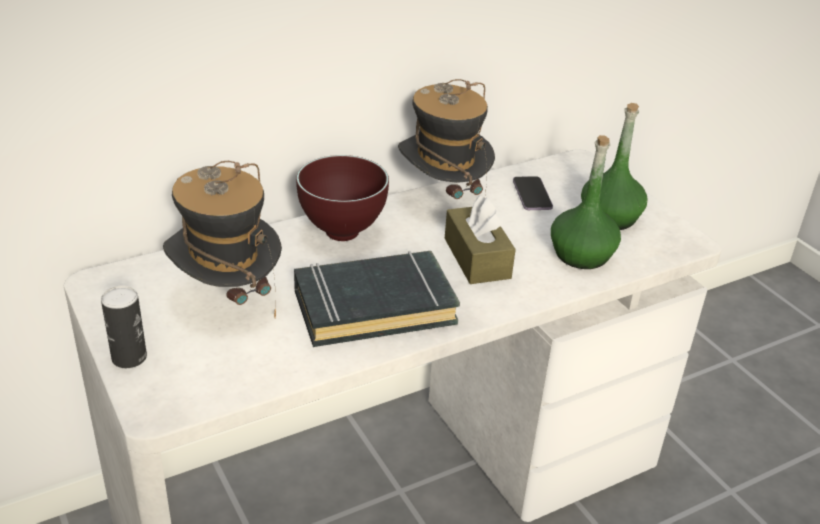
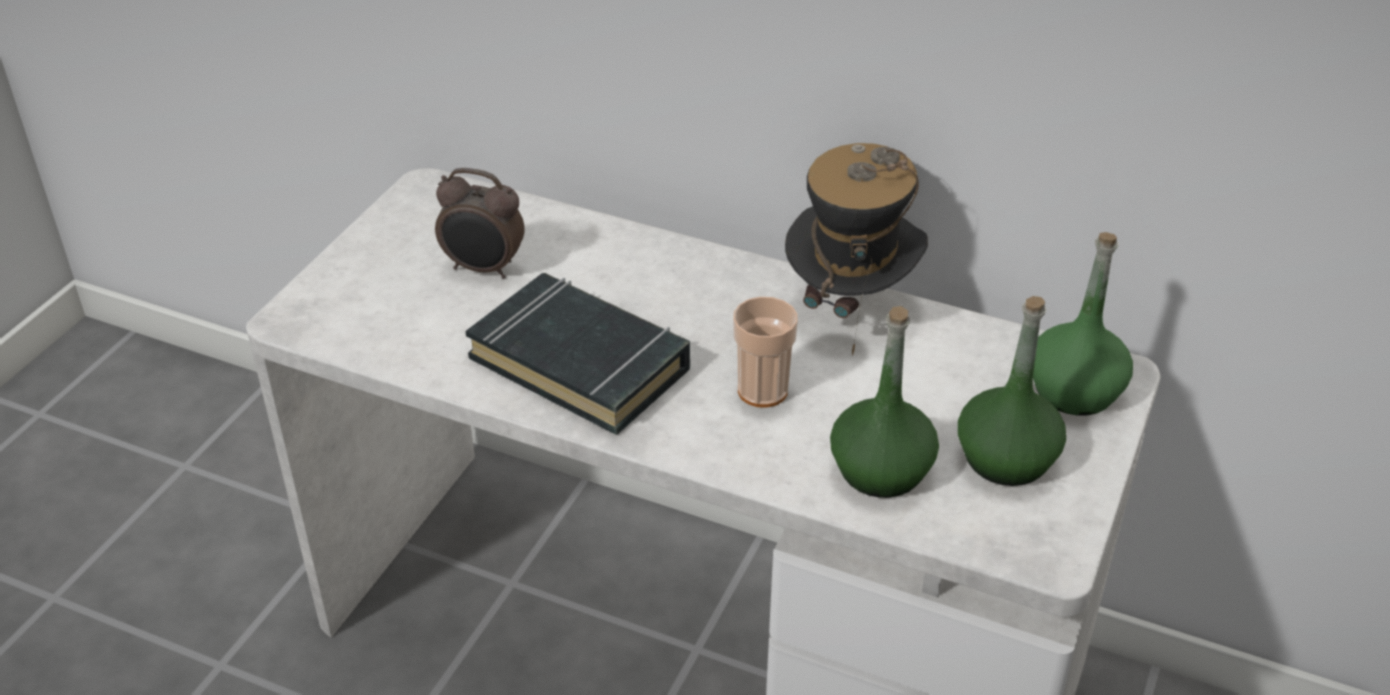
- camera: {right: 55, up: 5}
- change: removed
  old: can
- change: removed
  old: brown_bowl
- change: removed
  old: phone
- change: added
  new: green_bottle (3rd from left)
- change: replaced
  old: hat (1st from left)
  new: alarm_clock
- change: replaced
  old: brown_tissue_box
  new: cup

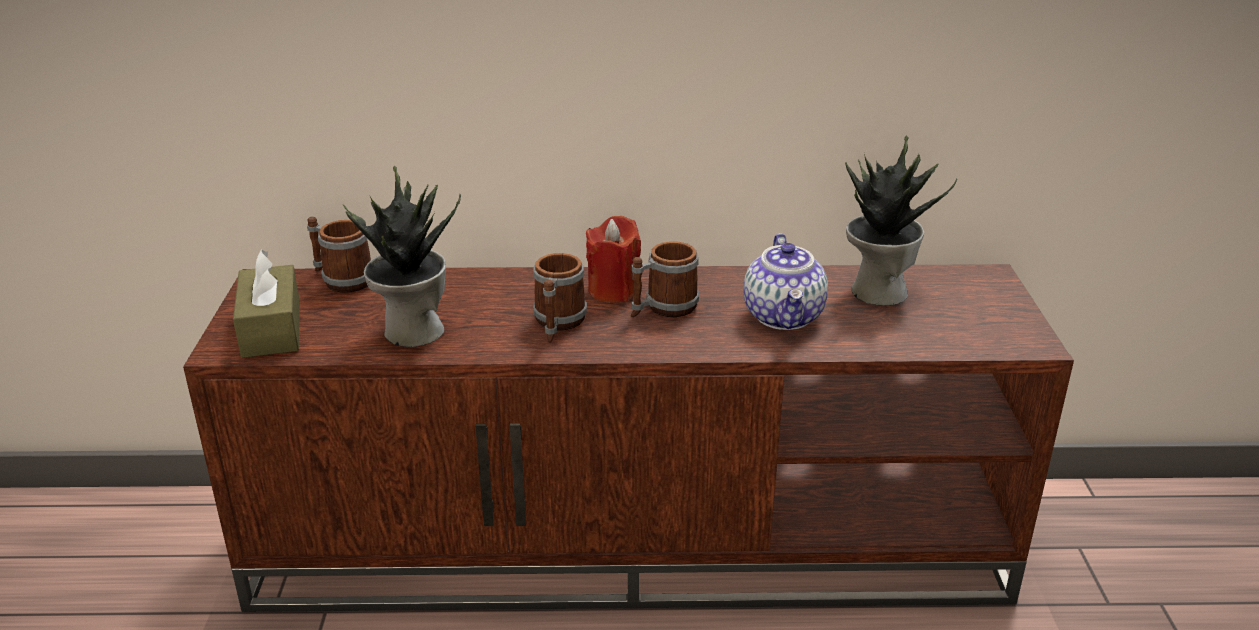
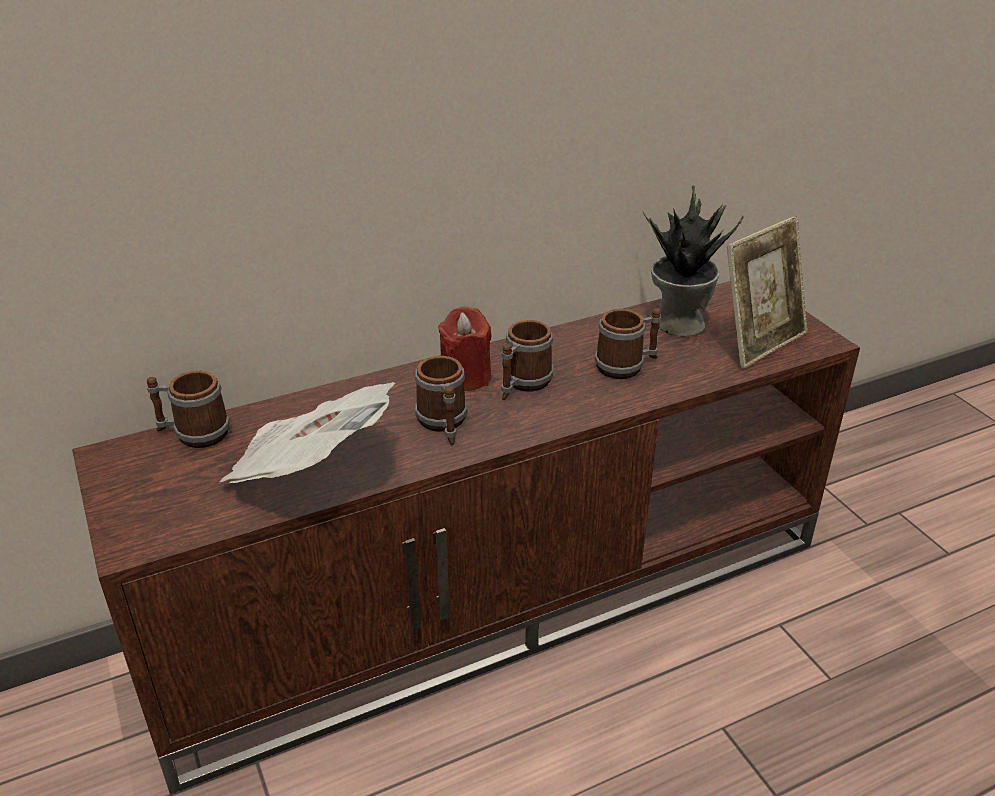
- camera: {right: -25, up: 5}
- change: removed
  old: brown_tissue_box
- change: added
  new: picture_frame
- change: replaced
  old: potted_plant (1st from left)
  new: newspaper
- change: replaced
  old: teapot
  new: mug (4th from left)

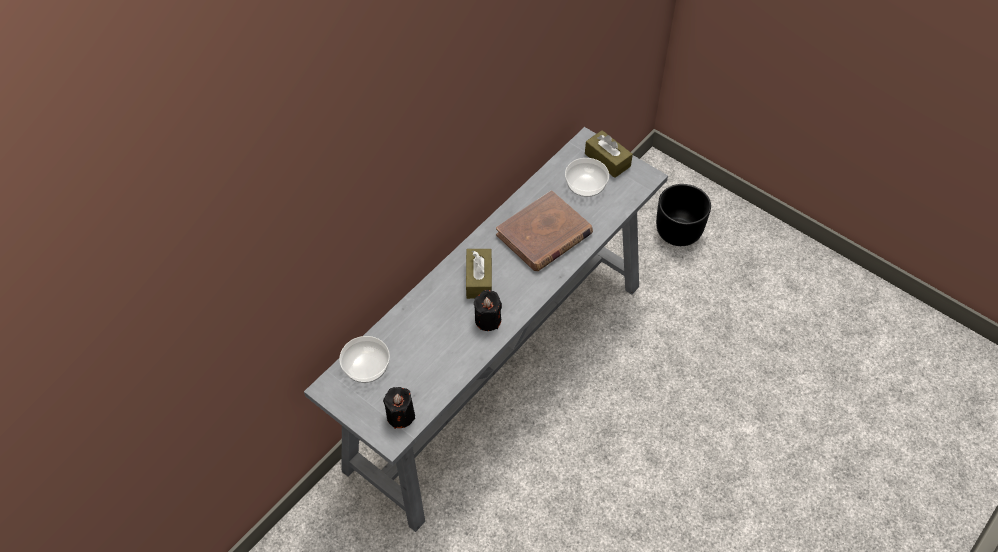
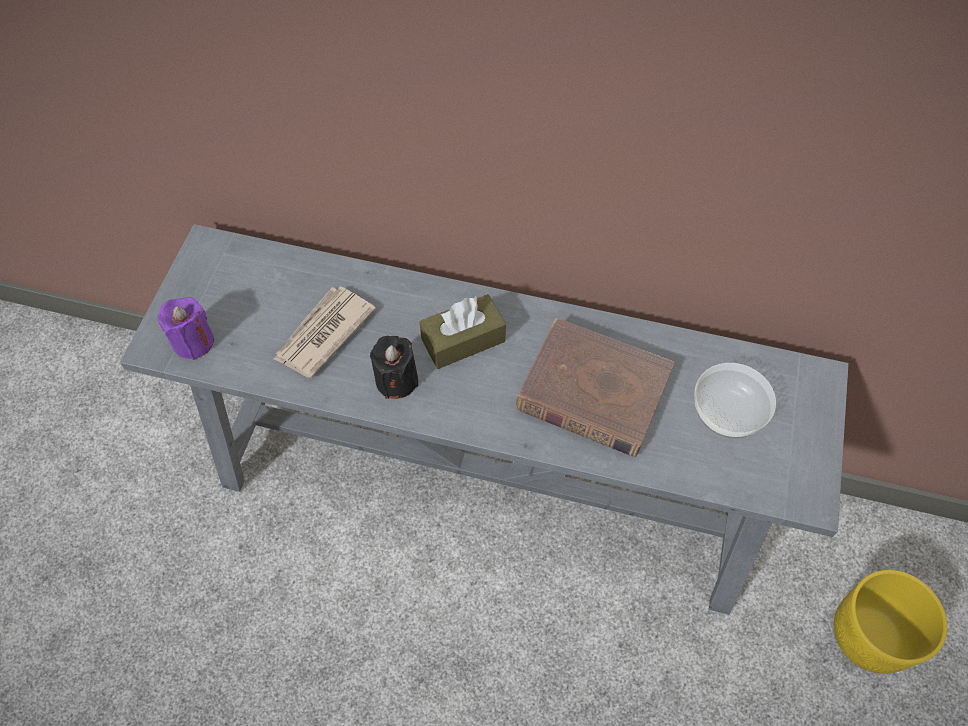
- camera: {right: 65, up: 5}
- change: removed
  old: bowl (1st from left)
- change: removed
  old: brown_tissue_box (2nd from left)
- change: added
  new: newspaper
- change: recoloured
  old: black_candle (1st from left)
  new: purple_candle
- change: recoloured
  old: black_planter
  new: yellow_planter

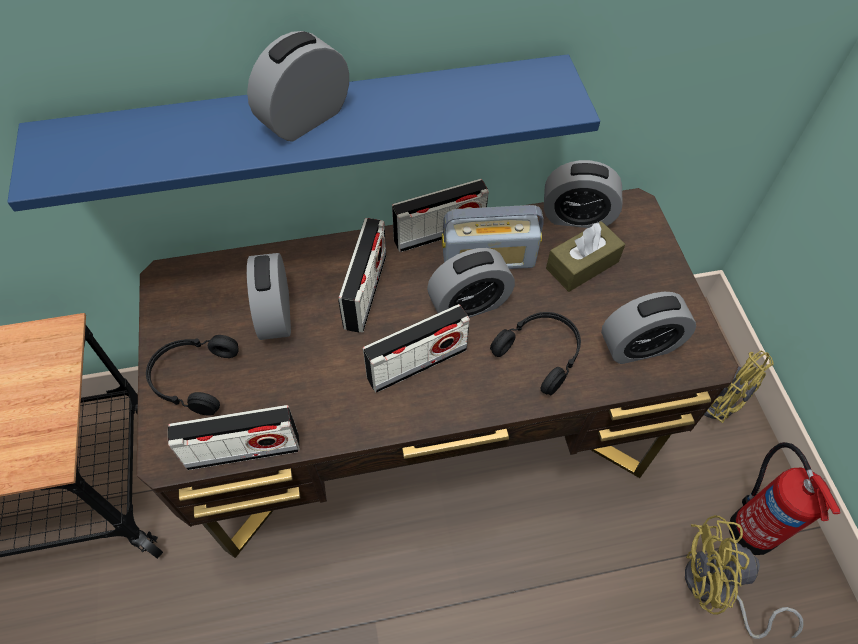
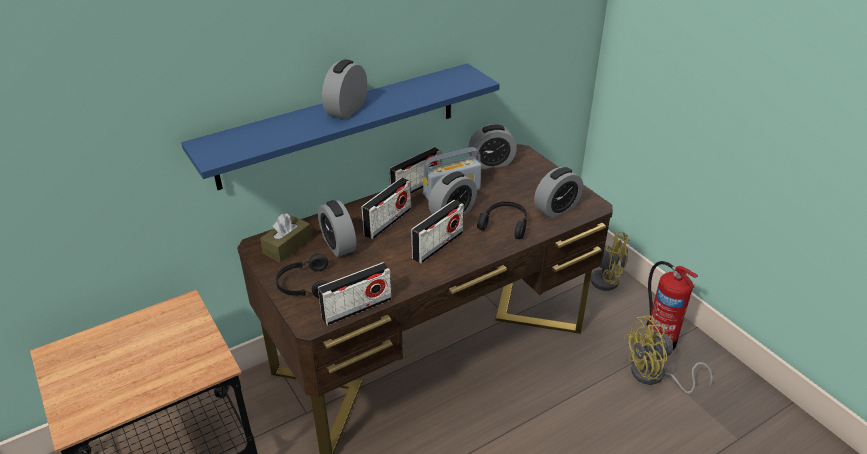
- camera: {right: -20, up: -20}
- change: moved
  old: brown_tissue_box
- change: turned
  old: radio (2nd from left)
  degrees: 45

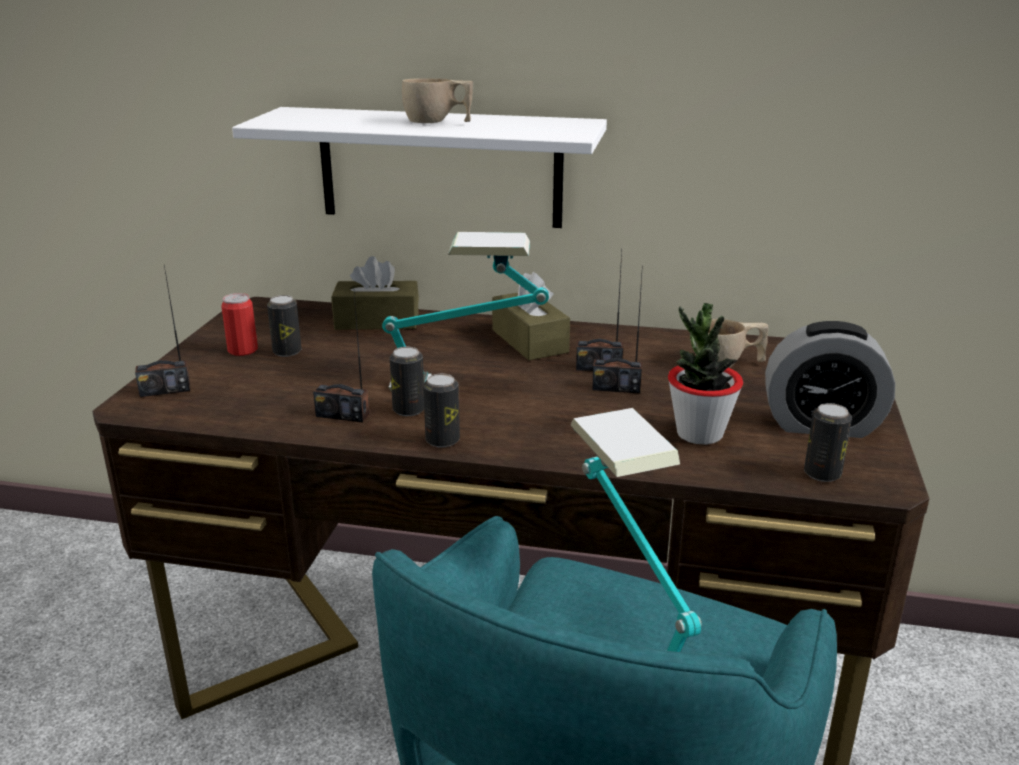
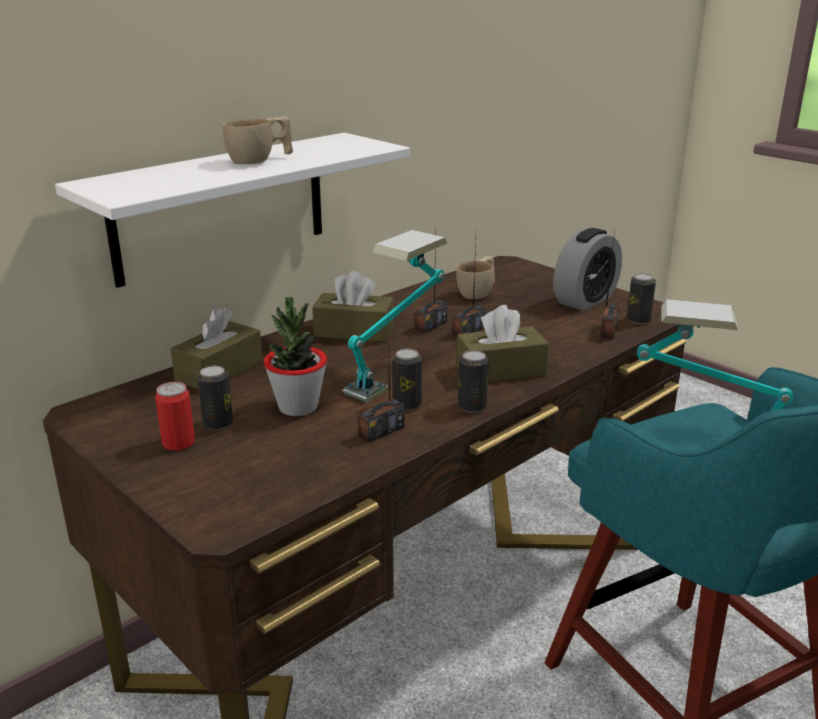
- camera: {right: -55, up: 0}
- change: added
  new: brown_tissue_box (3rd from left)
- change: moved
  old: radio (1st from left in the first image)
  new: radio (4th from left)
- change: moved
  old: potted_plant

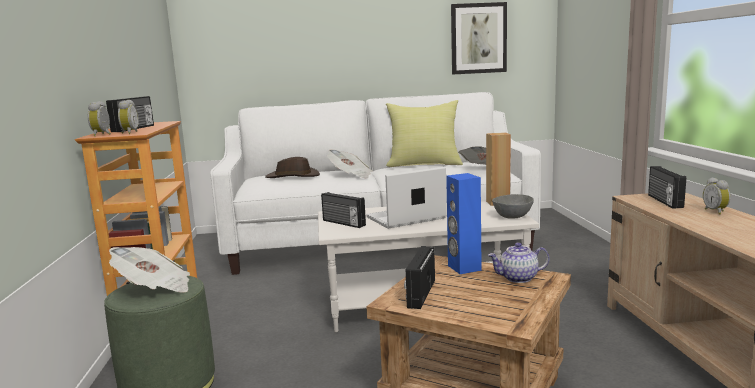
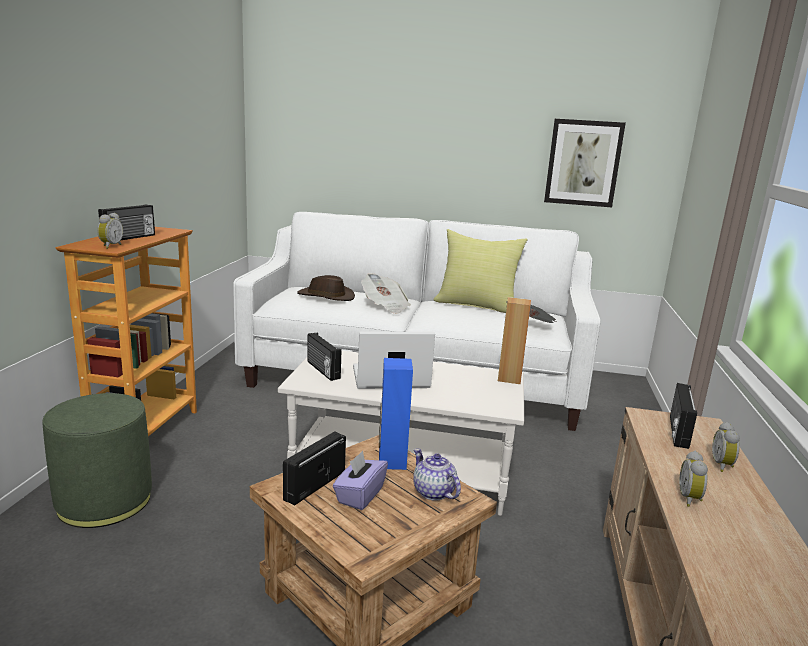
- camera: {right: 15, up: 5}
- change: removed
  old: newspaper (1st from left)
- change: removed
  old: grey_bowl
- change: added
  new: purple_tissue_box
- change: moved
  old: alarm_clock (1st from left in the first image)
  new: alarm_clock (2nd from left)
- change: turned
  old: teapot
  degrees: 45

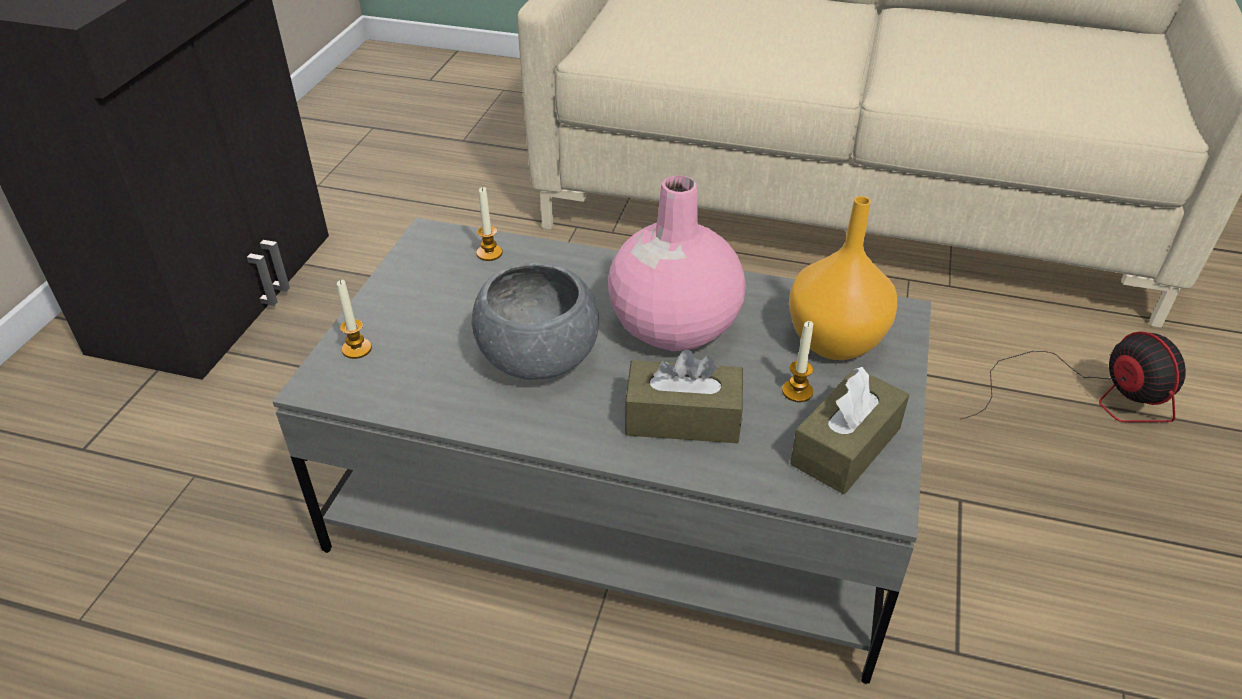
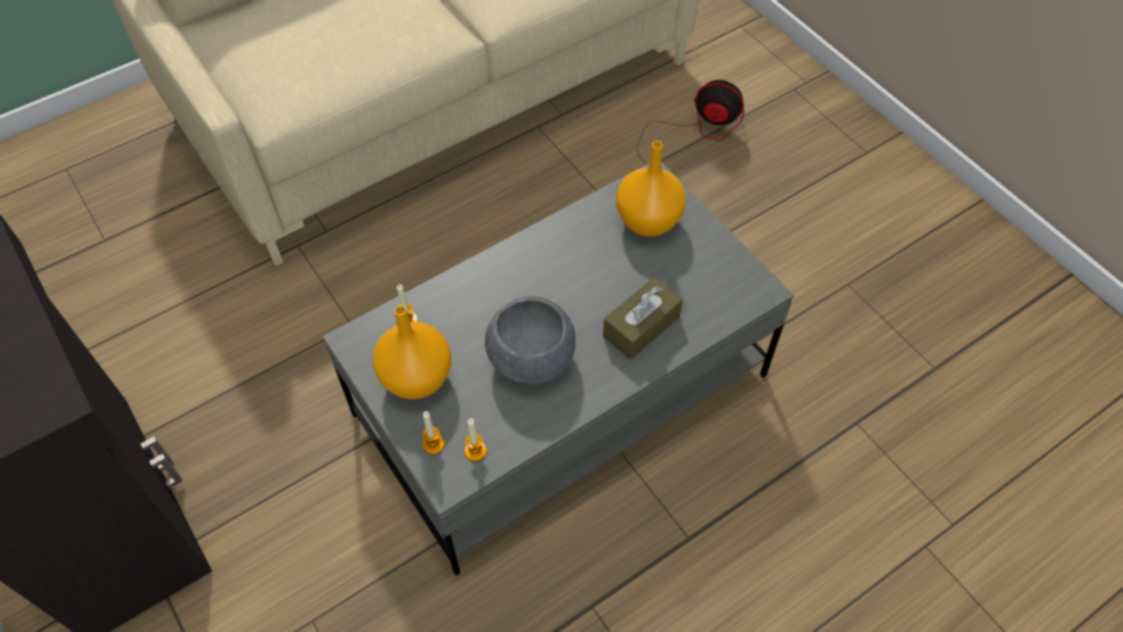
- camera: {right: -50, up: 15}
- change: removed
  old: pink_vase
- change: removed
  old: brown_tissue_box (2nd from left)
- change: added
  new: orange_vase (1st from left)
- change: moved
  old: candle (3rd from left)

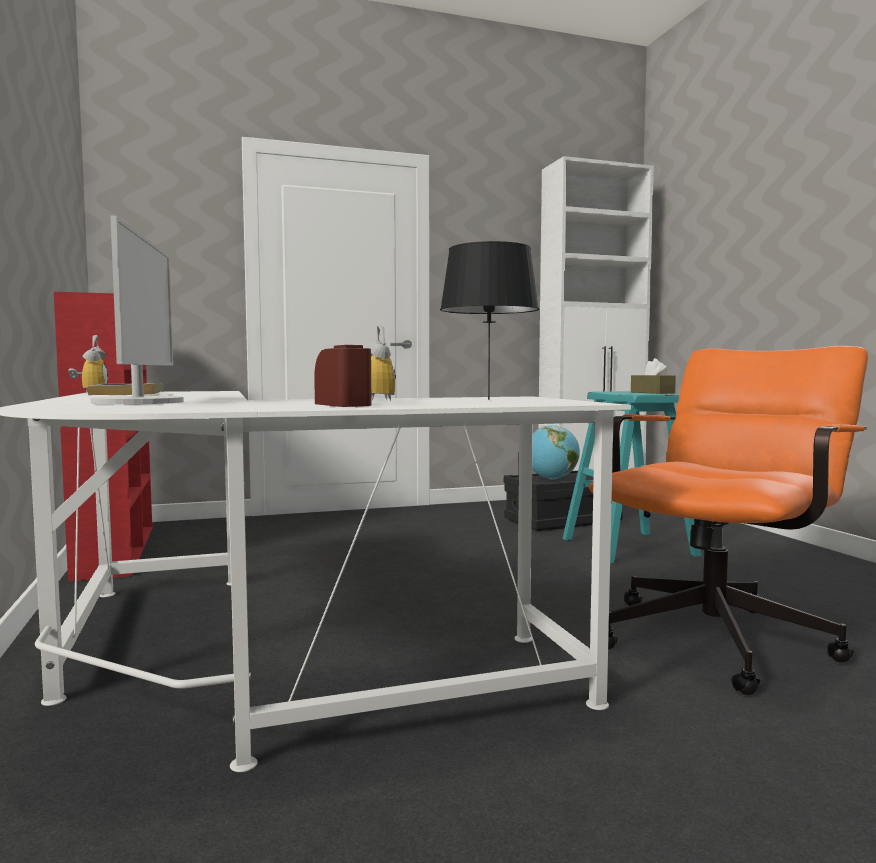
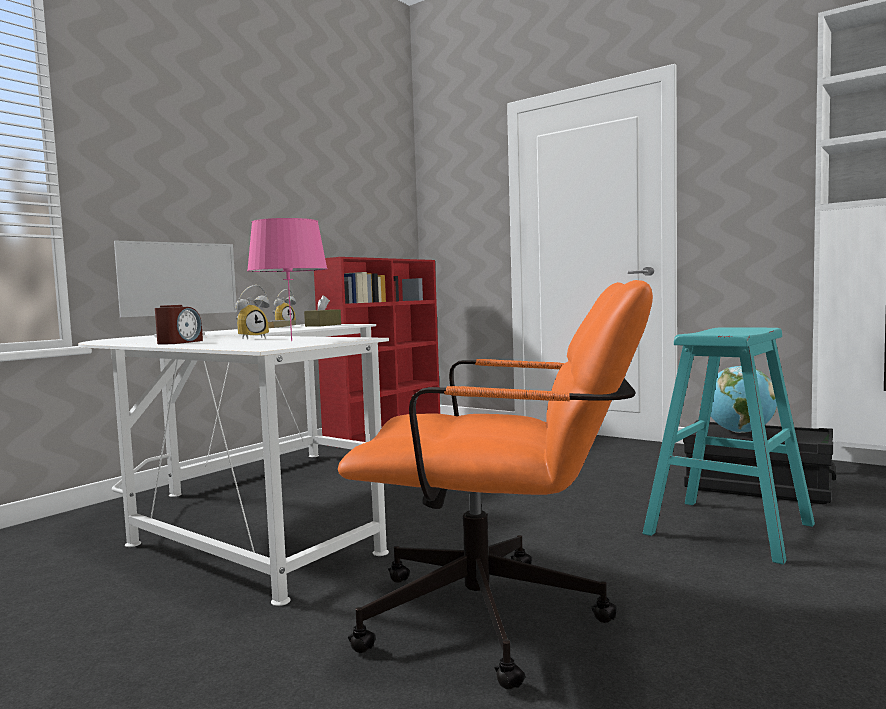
- camera: {right: 55, up: 0}
- change: moved
  old: brown_tissue_box
- change: recoloured
  old: black_table_lamp
  new: pink_table_lamp

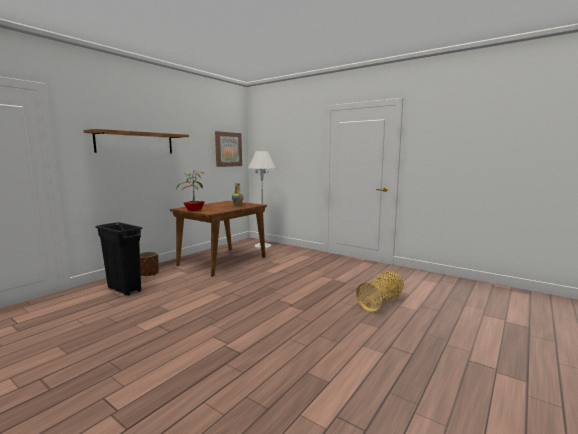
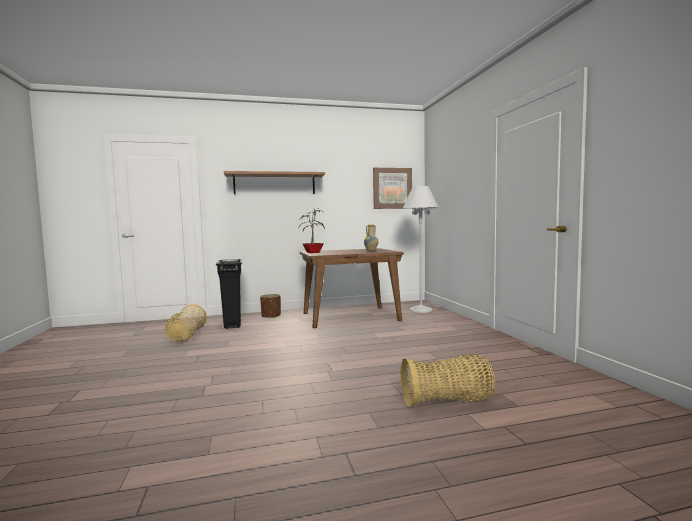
- camera: {right: 40, up: -5}
- change: added
  new: basket (1st from left)

